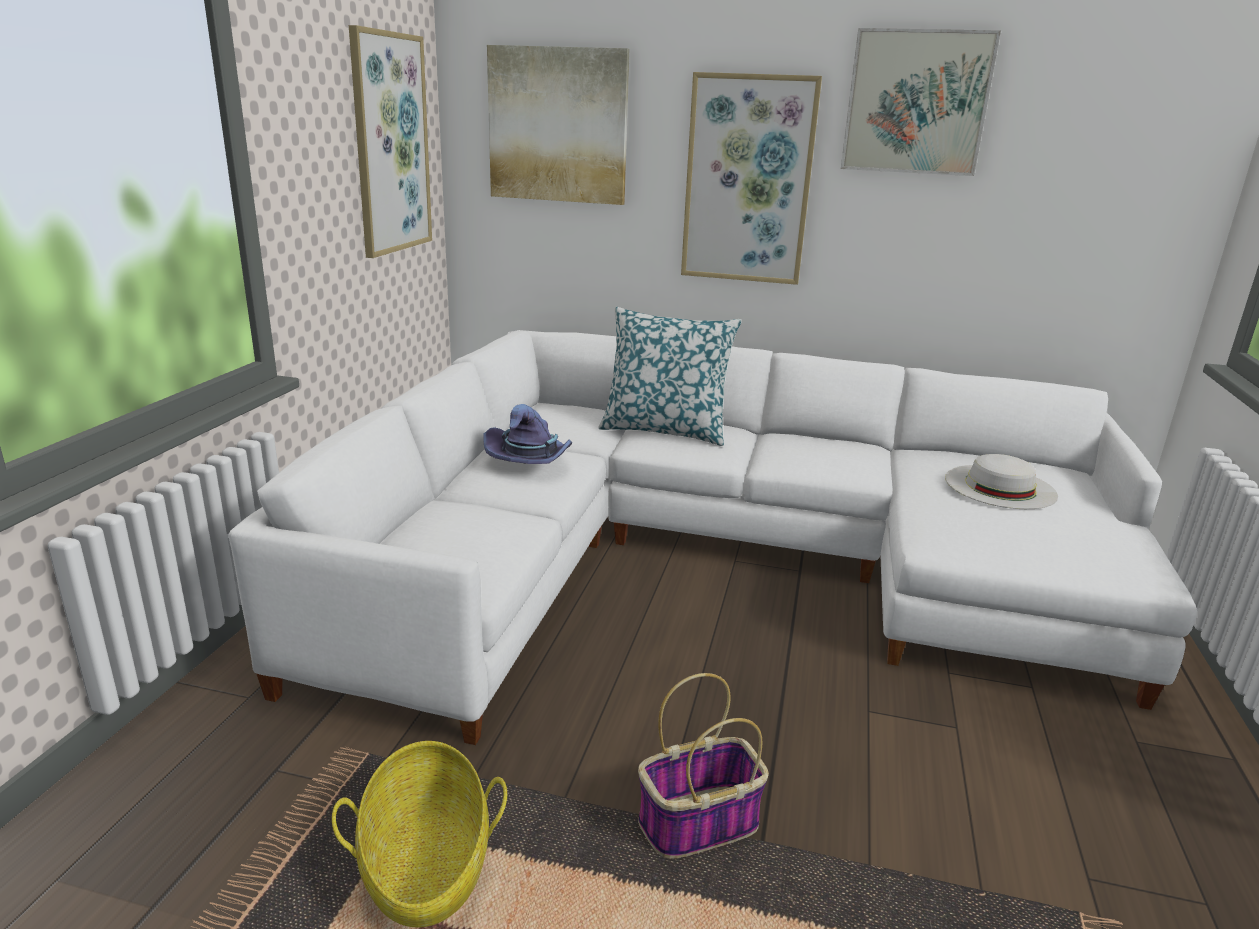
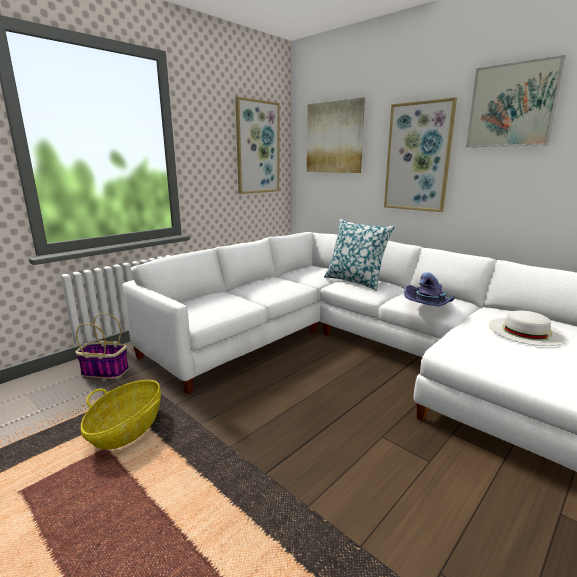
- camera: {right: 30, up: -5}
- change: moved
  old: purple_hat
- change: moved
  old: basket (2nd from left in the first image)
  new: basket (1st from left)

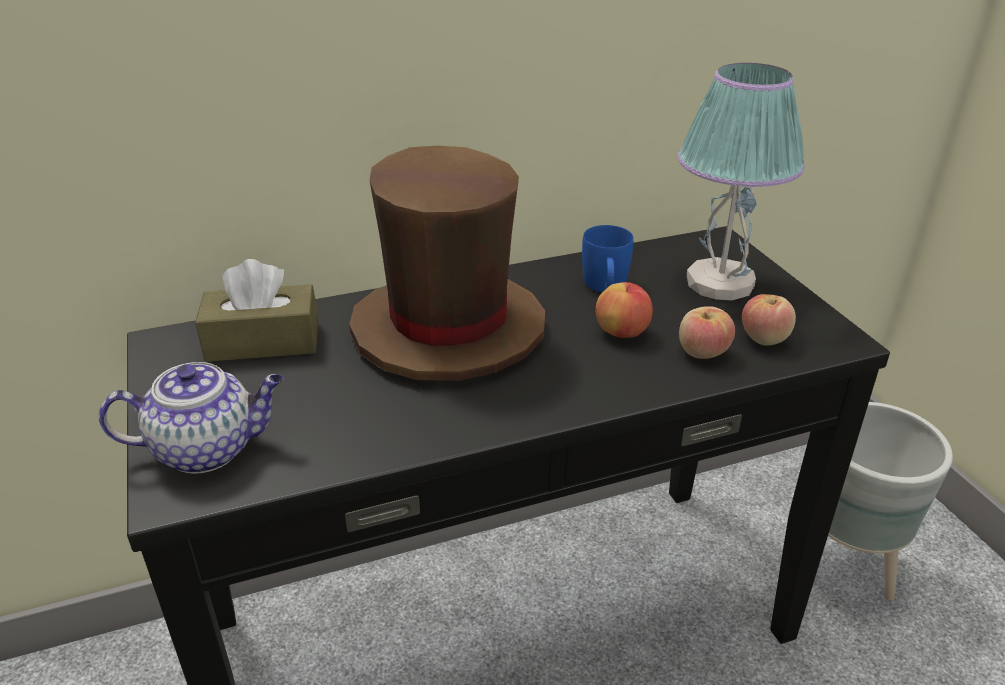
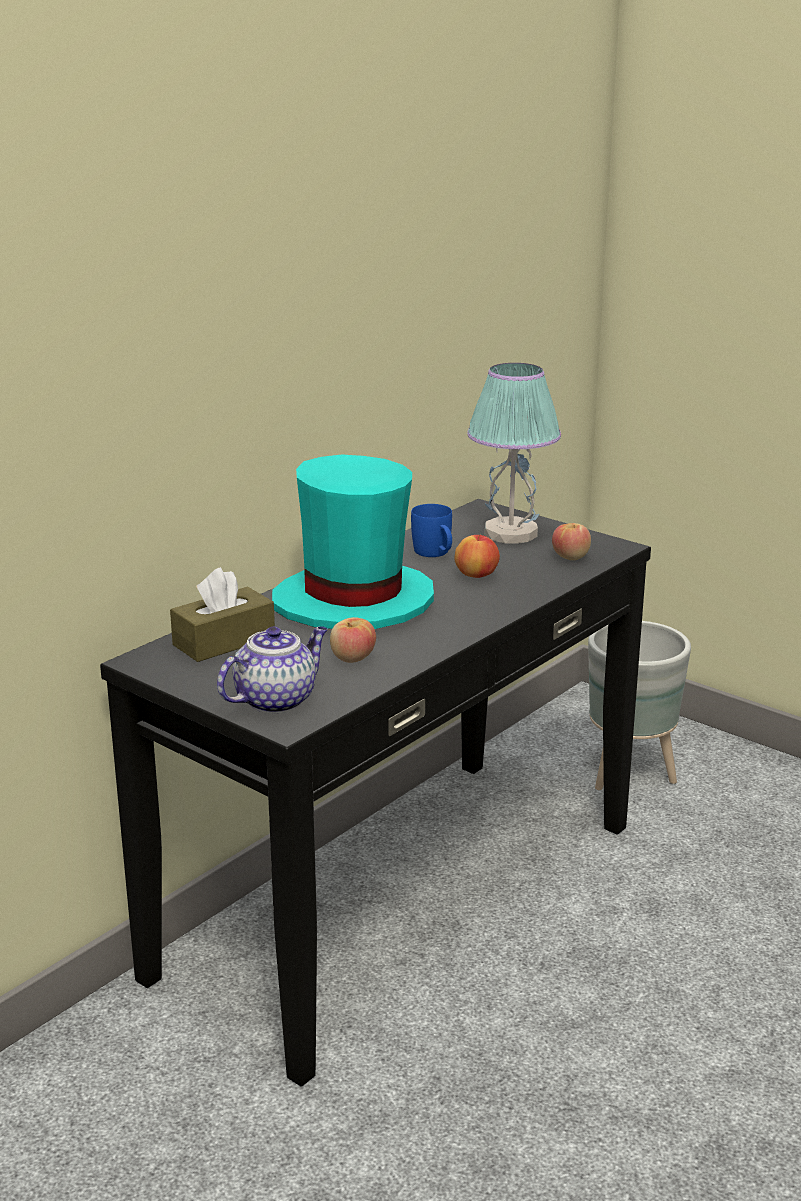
- camera: {right: -30, up: -10}
- change: moved
  old: apple (2nd from left in the first image)
  new: apple (1st from left)
- change: recoloured
  old: brown_hat
  new: turquoise_hat

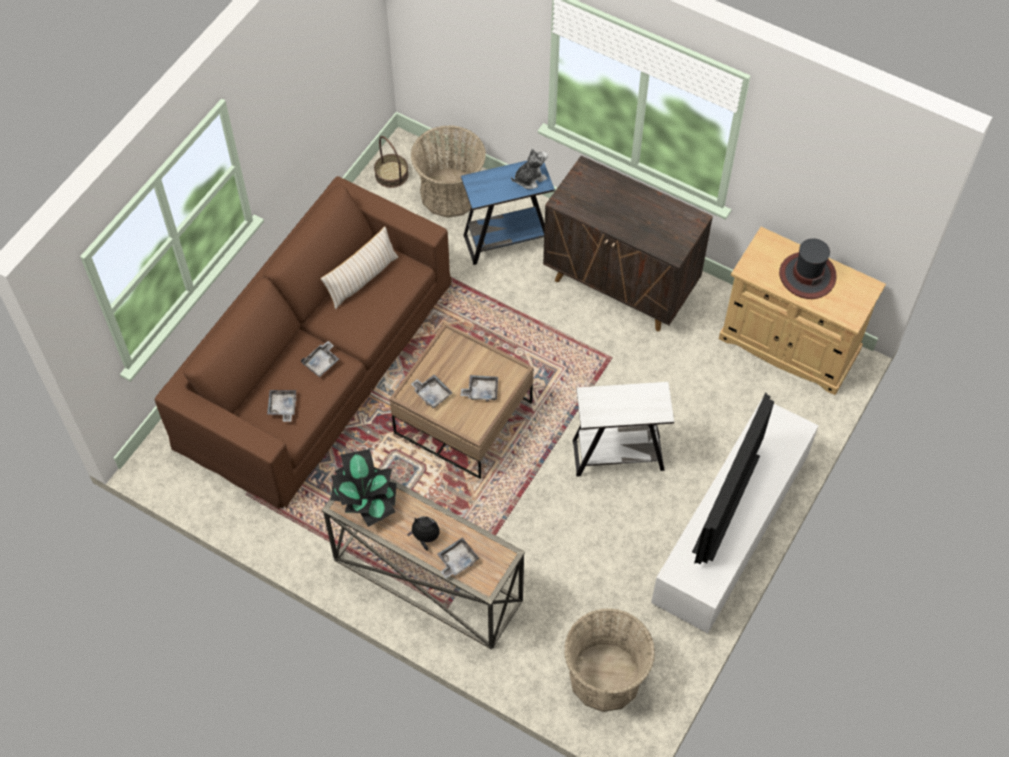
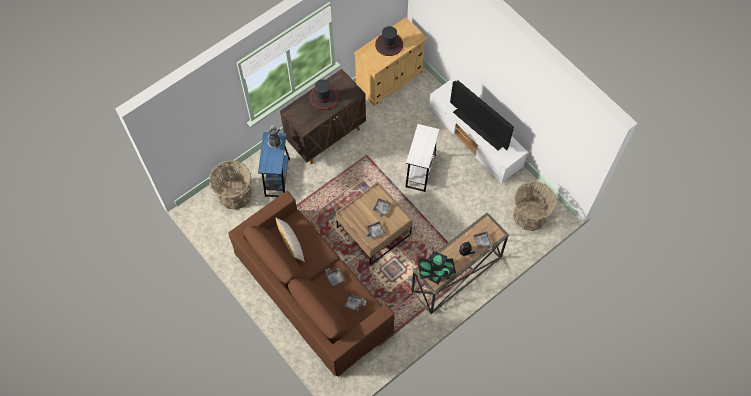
- camera: {right: -70, up: 5}
- change: removed
  old: basket (1st from left)
- change: added
  new: hat (1st from left)

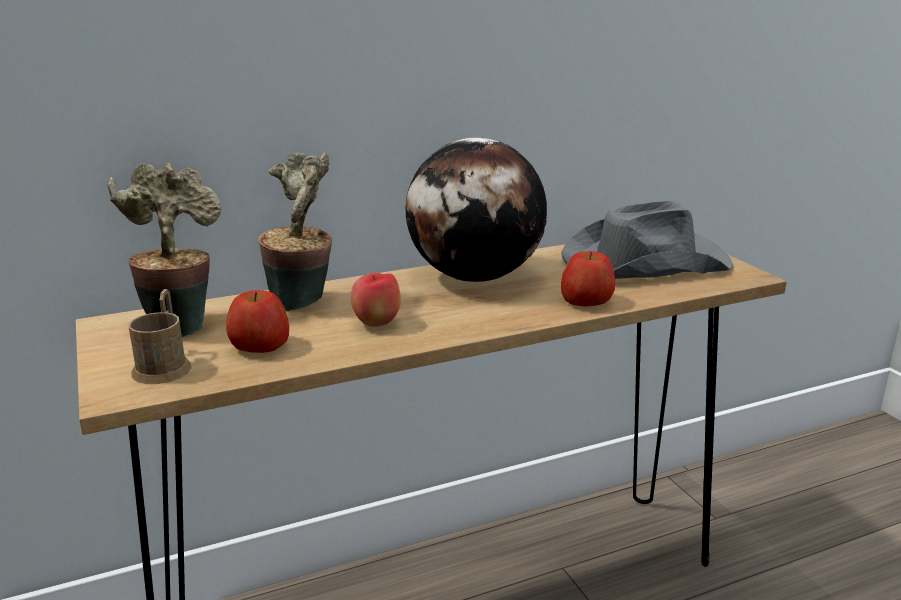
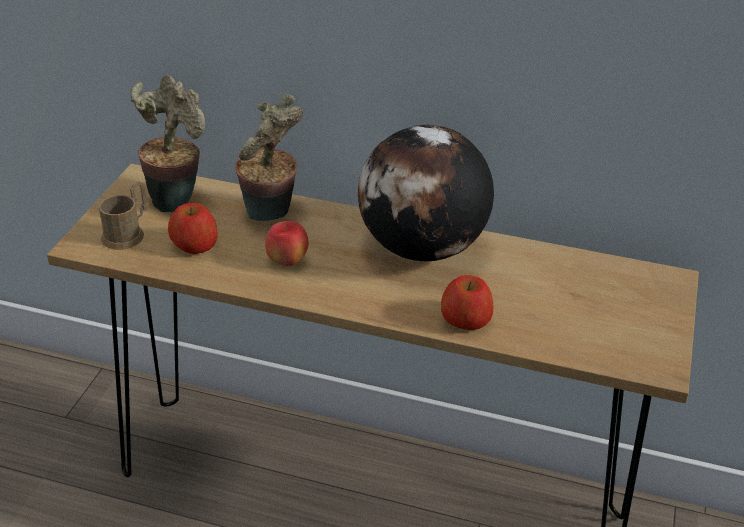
- camera: {right: 40, up: 15}
- change: removed
  old: grey_hat

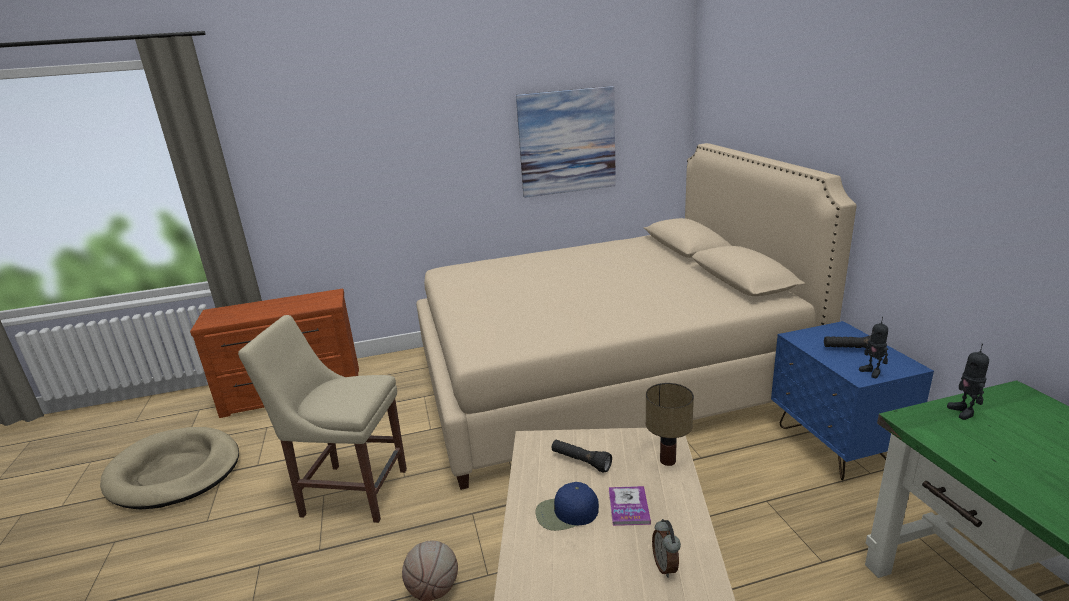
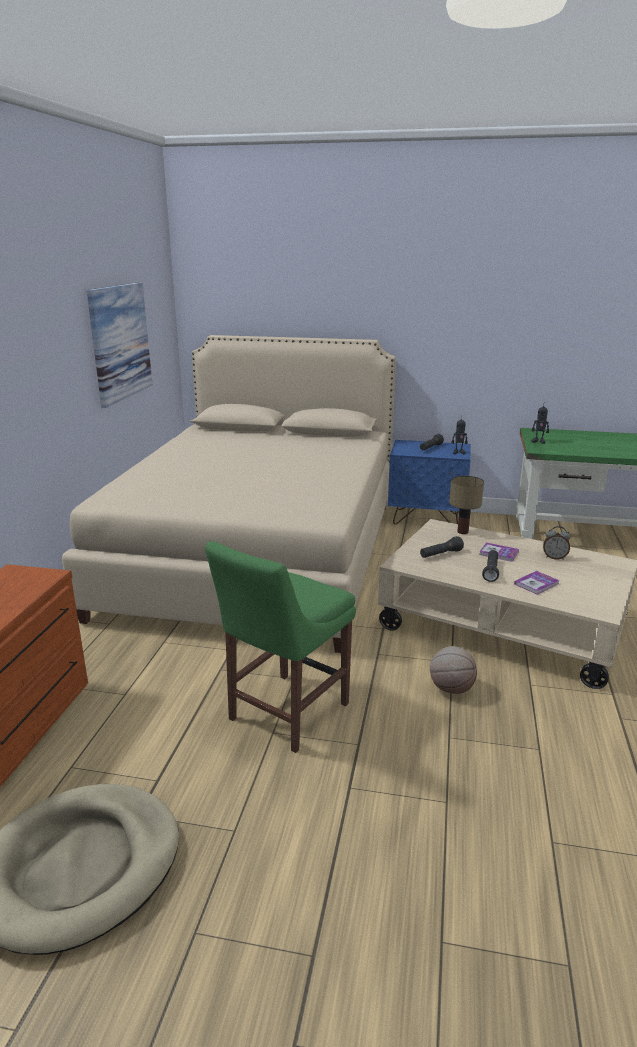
- camera: {right: -65, up: 0}
- change: added
  new: book (2nd from left)
- change: replaced
  old: blue_cap
  new: black_flashlight (3rd from left)
- change: recoloured
  old: beige_chair
  new: green_chair

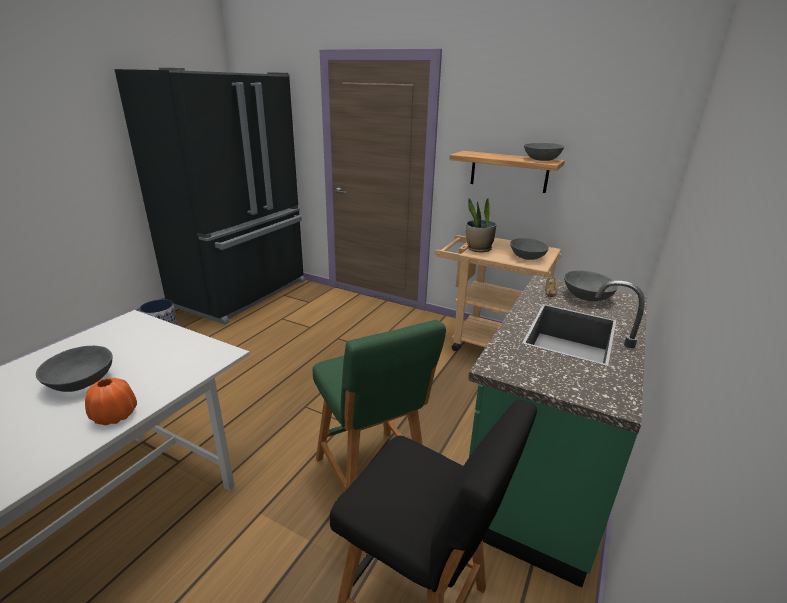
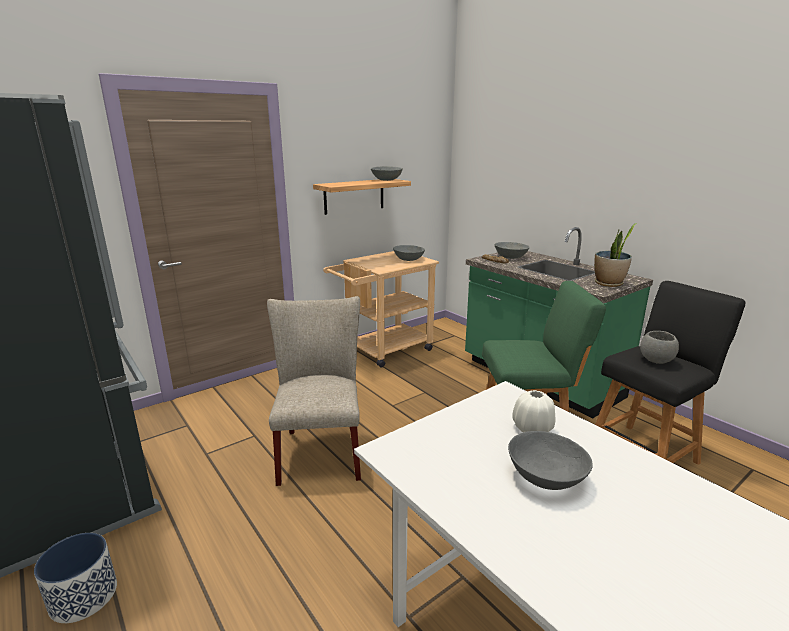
- camera: {right: -65, up: -5}
- change: removed
  old: orange_vase
- change: added
  new: beige_chair
- change: added
  new: white_vase
- change: added
  new: grey_bowl (5th from left)
- change: moved
  old: potted_plant

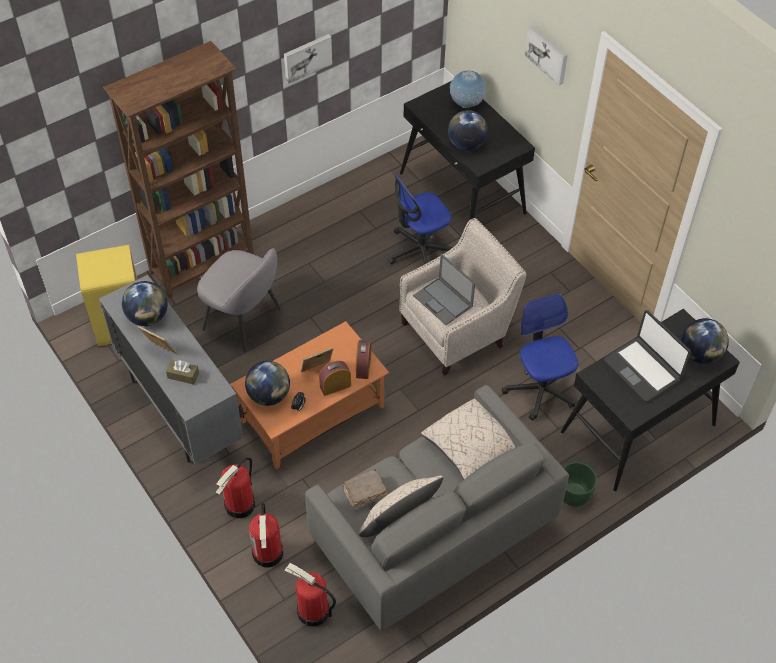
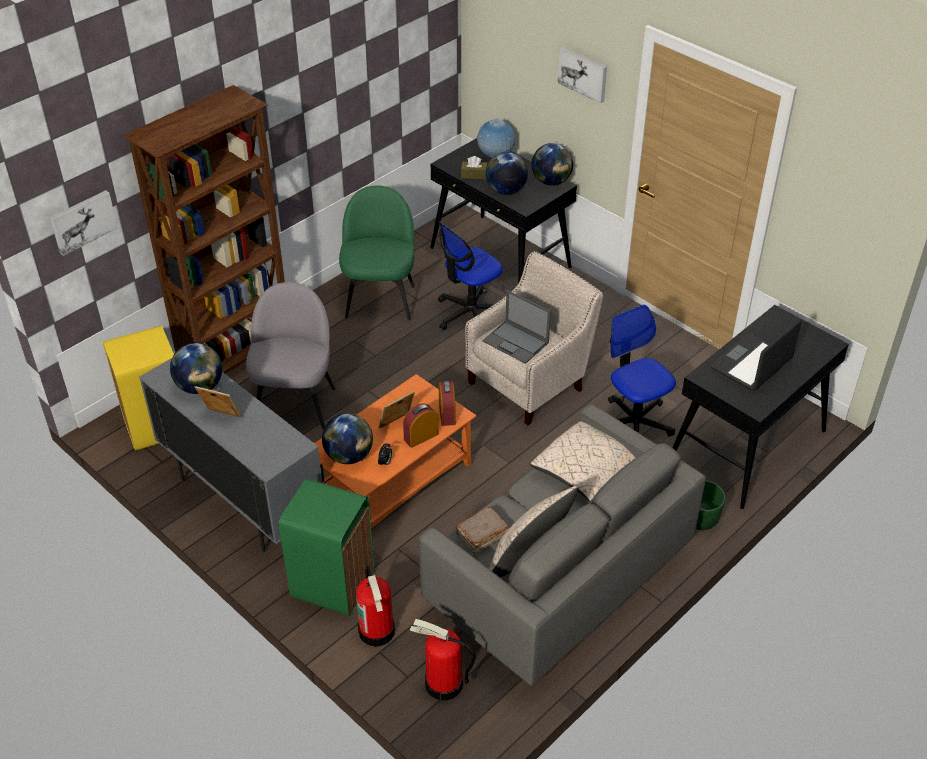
- camera: {right: -10, up: -10}
- change: added
  new: green_chair
- change: moved
  old: brown_tissue_box
- change: moved
  old: picture (1st from left)
- change: moved
  old: globe (5th from left)
- change: replaced
  old: fire_extinguisher (1st from left)
  new: green_trash_can
- change: turned
  old: grey_chair
  degrees: -105
- change: turned
  old: laptop (2nd from left)
  degrees: 90

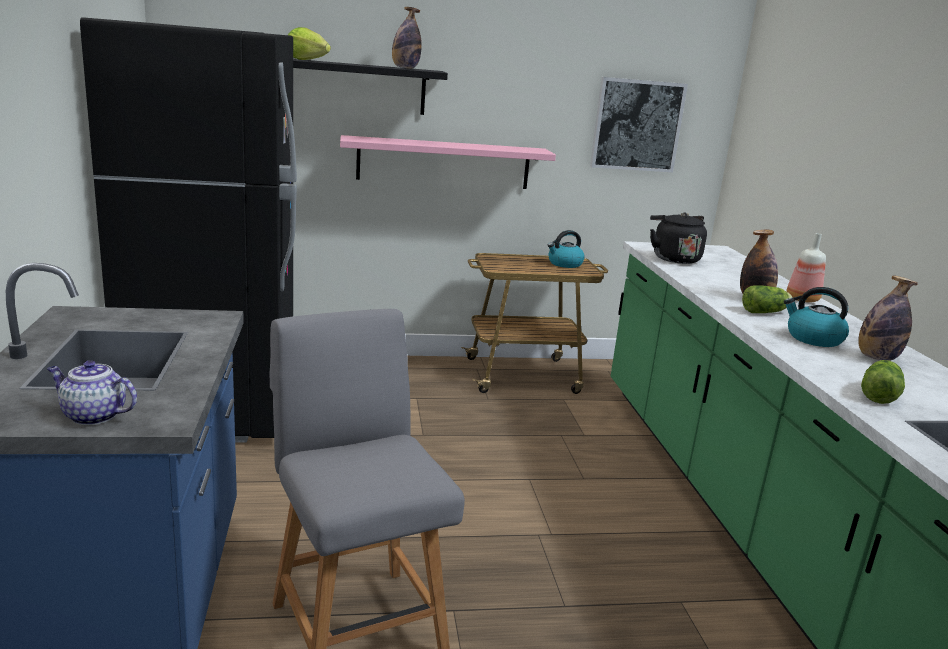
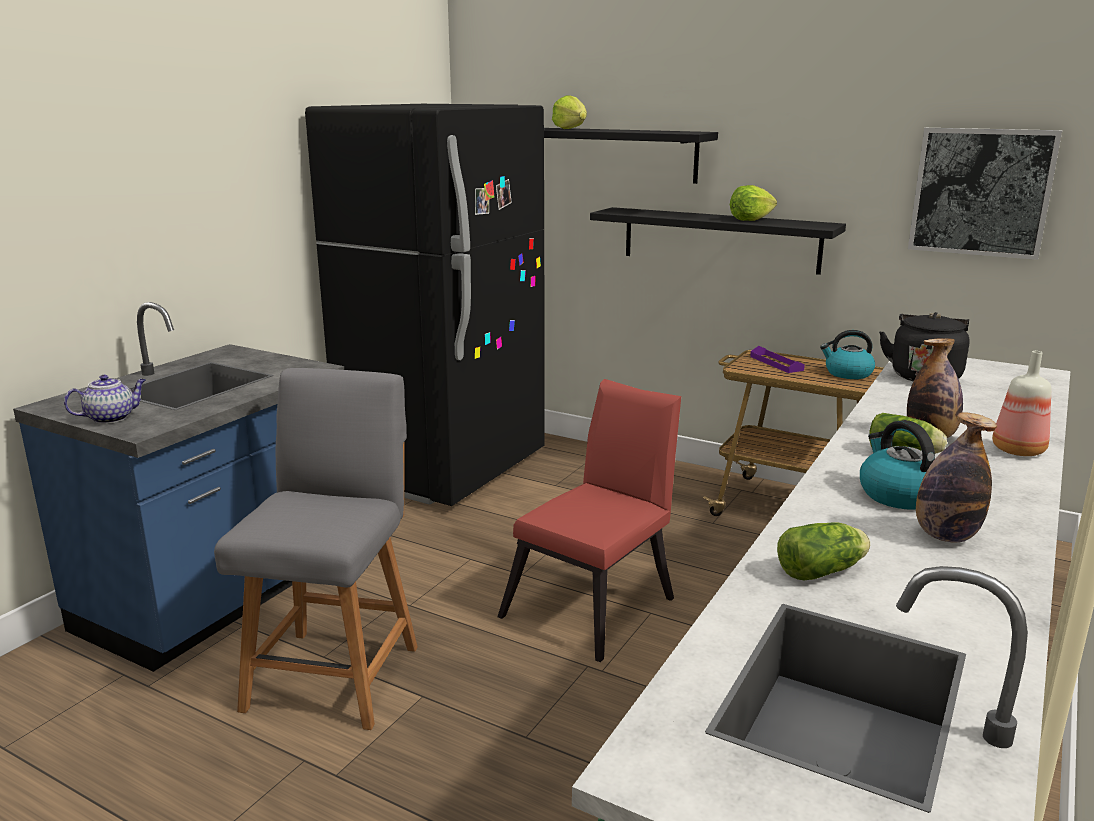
- camera: {right: 40, up: 0}
- change: removed
  old: bottle (1st from left)
- change: added
  new: red_chair
- change: added
  new: lettuce (2nd from left)
- change: added
  new: purple_tray
- change: recoloured
  old: pink_shelf
  new: black_shelf (2nd from left)
- change: turned
  old: teapot
  degrees: 90

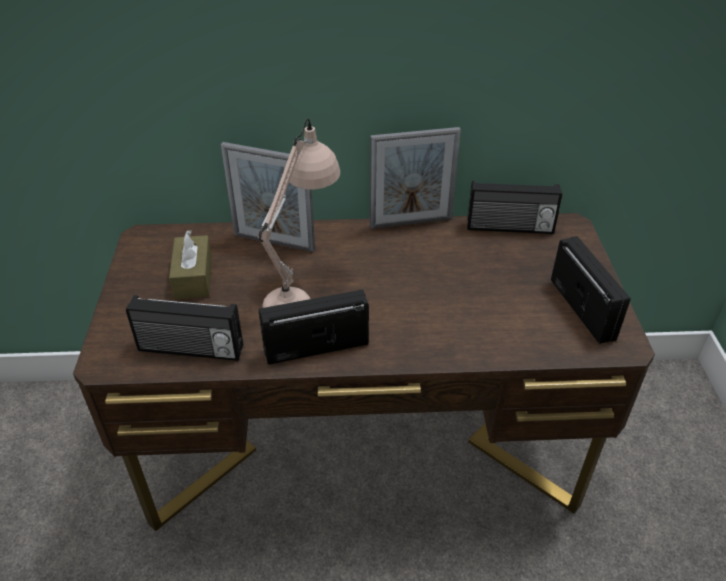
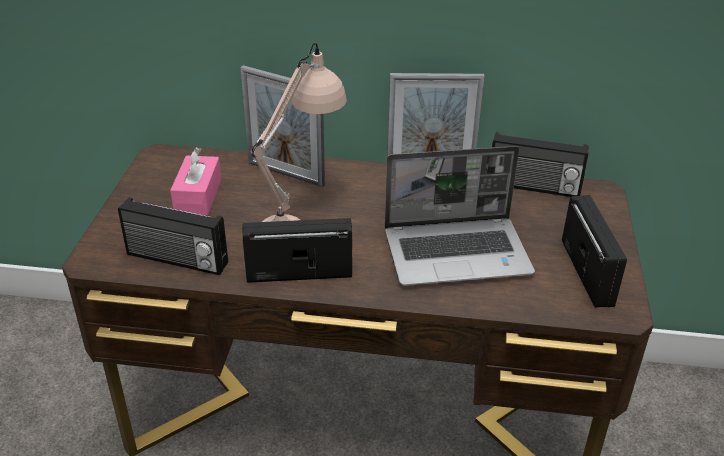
- camera: {right: 10, up: -5}
- change: added
  new: laptop
- change: recoloured
  old: brown_tissue_box
  new: pink_tissue_box

